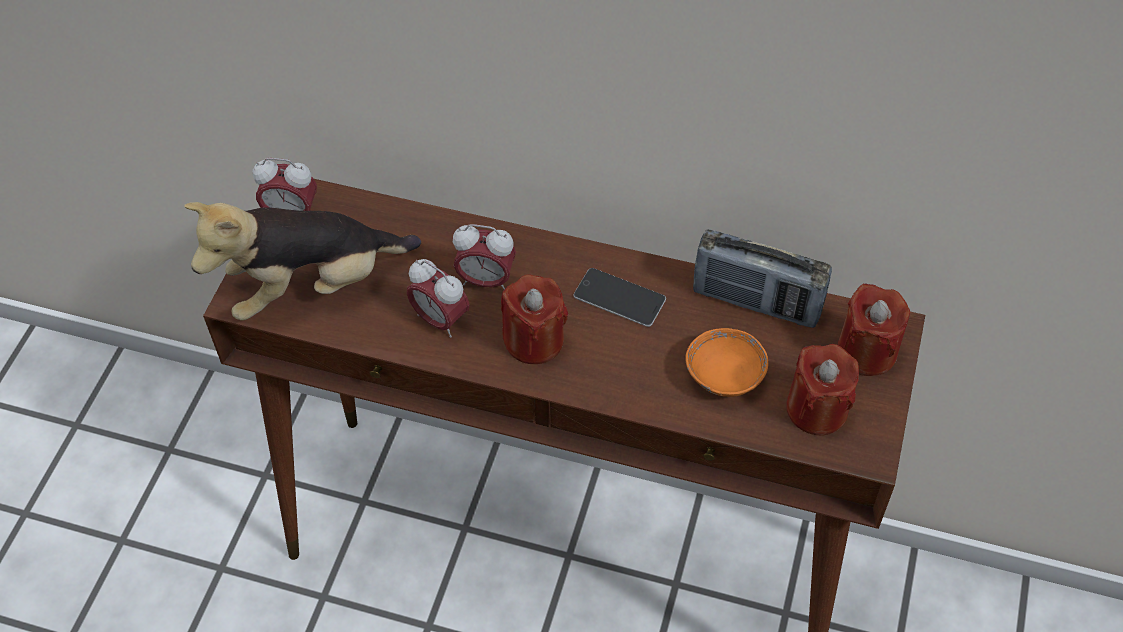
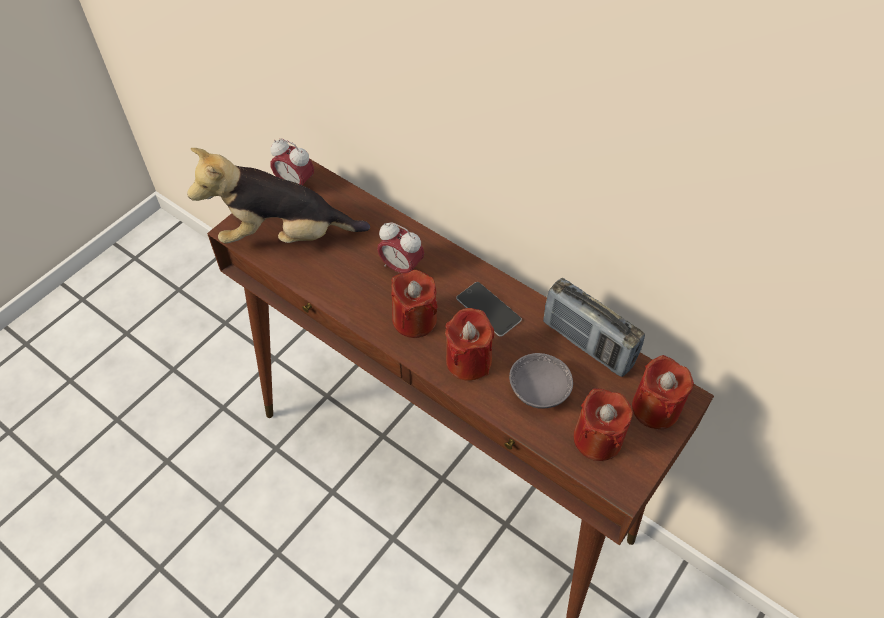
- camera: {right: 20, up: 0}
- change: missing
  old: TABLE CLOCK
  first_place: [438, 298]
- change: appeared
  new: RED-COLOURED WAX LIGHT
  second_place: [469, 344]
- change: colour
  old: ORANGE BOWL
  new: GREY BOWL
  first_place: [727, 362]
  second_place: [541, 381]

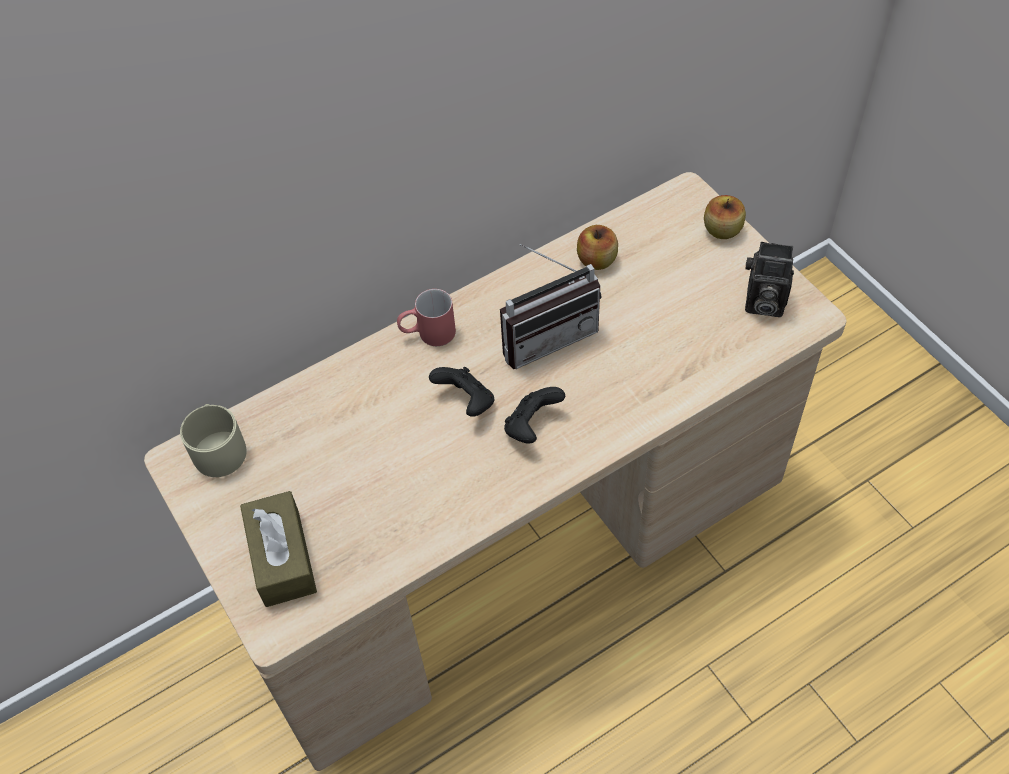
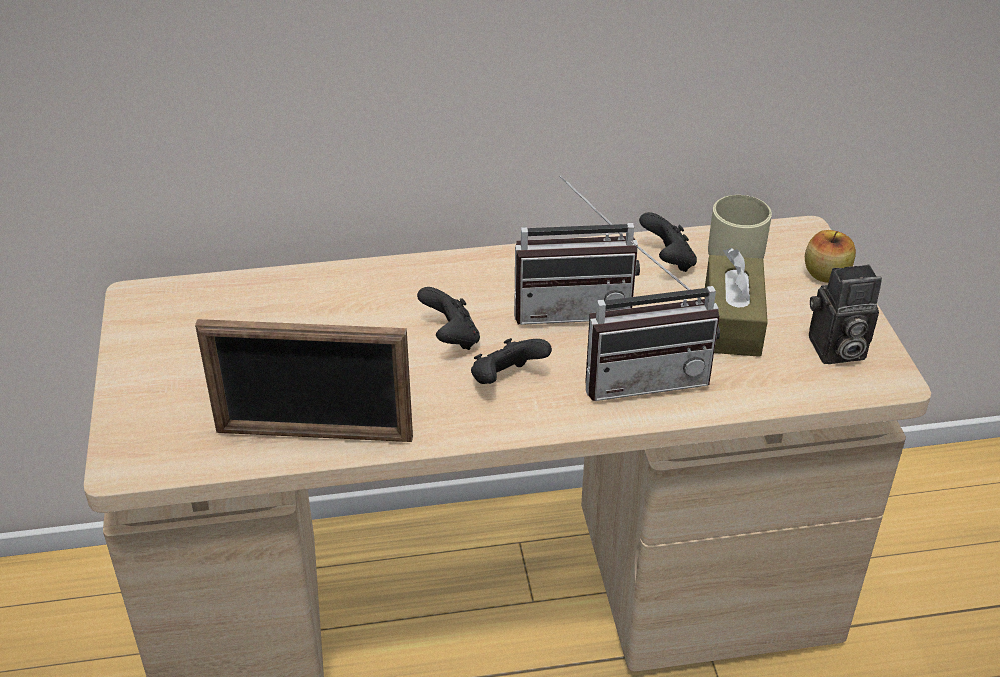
- camera: {right: 20, up: -15}
- change: missing
  old: RED-COLOURED MUG
  first_place: [426, 317]
- change: appeared
  new: PHOTO FRAME
  second_place: [304, 380]
- change: appeared
  new: RADIO RECEIVER
  second_place: [652, 321]
- change: relocated
  old: SAND-COLOURED MUG
  first_place: [213, 440]
  second_place: [740, 227]
- change: relocated
  old: BROWNISH BOX OF TISSUES
  first_place: [278, 549]
  second_place: [736, 302]
- change: exchanged
  old: APPLE FRUIT
  new: BLACK GAMEPAD
  first_place: [597, 247]
  second_place: [668, 242]
- change: spun
  old: STILL CAMERA
  first_place: [769, 279]
  second_place: [845, 314]
  degrees: -45

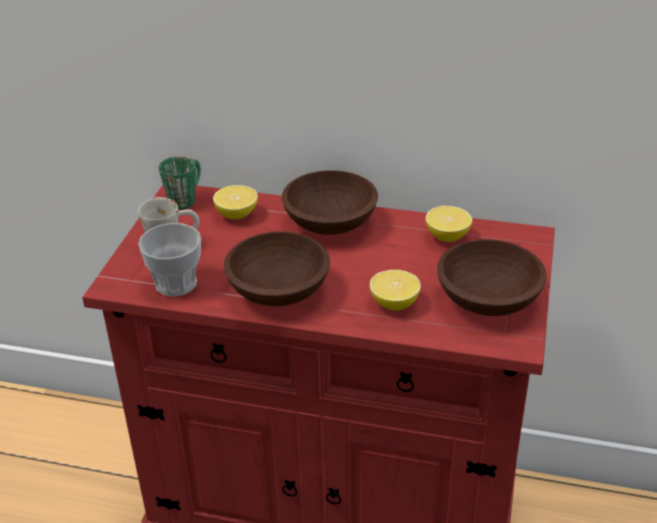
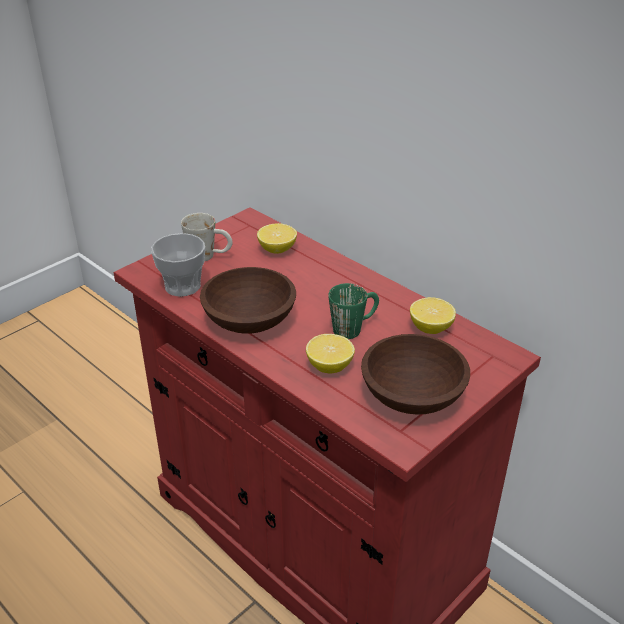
- camera: {right: 30, up: 0}
- change: missing
  old: BROWNISH BOWL
  first_place: [330, 202]
- change: relocated
  old: GREENISH MUG
  first_place: [180, 182]
  second_place: [353, 311]

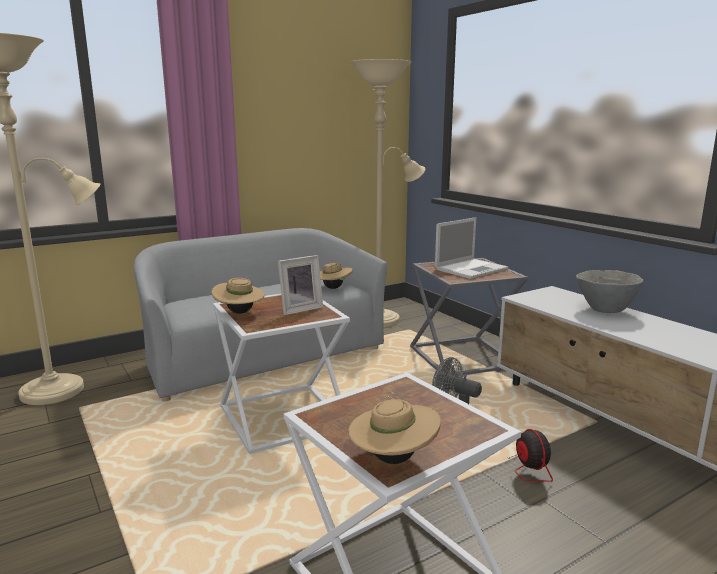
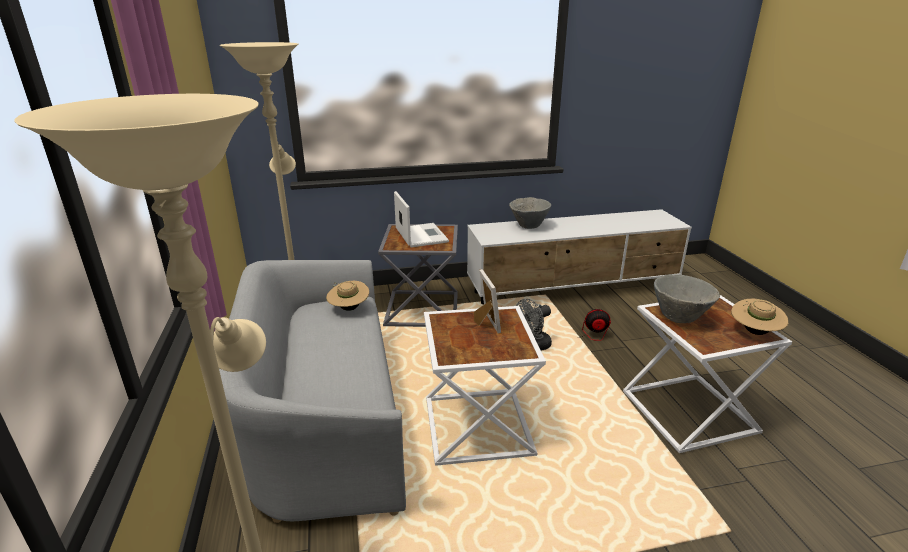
- camera: {right: -70, up: 10}
- change: missing
  old: SAND-COLOURED CLOTHING HAT
  first_place: [238, 296]
- change: appeared
  new: GREY BOWL
  second_place: [687, 298]

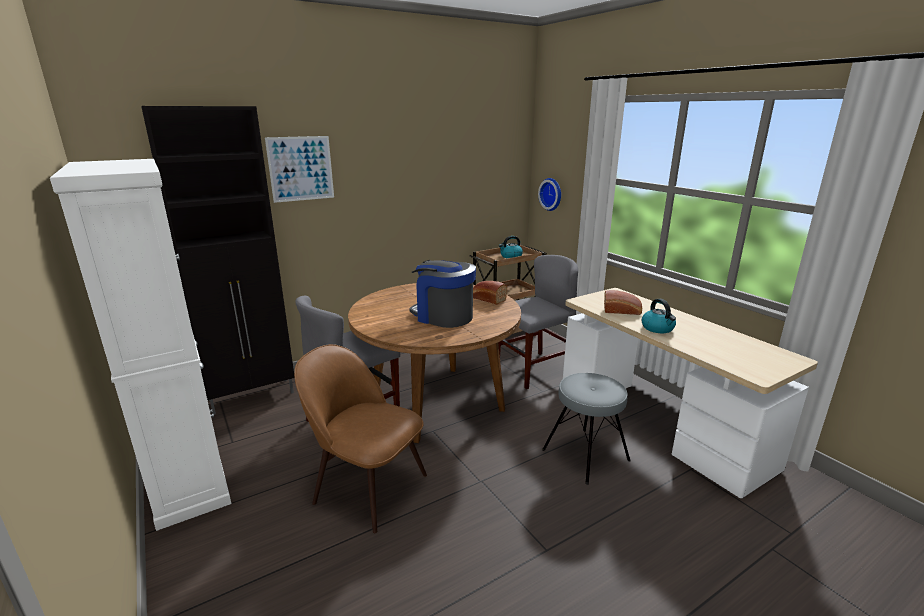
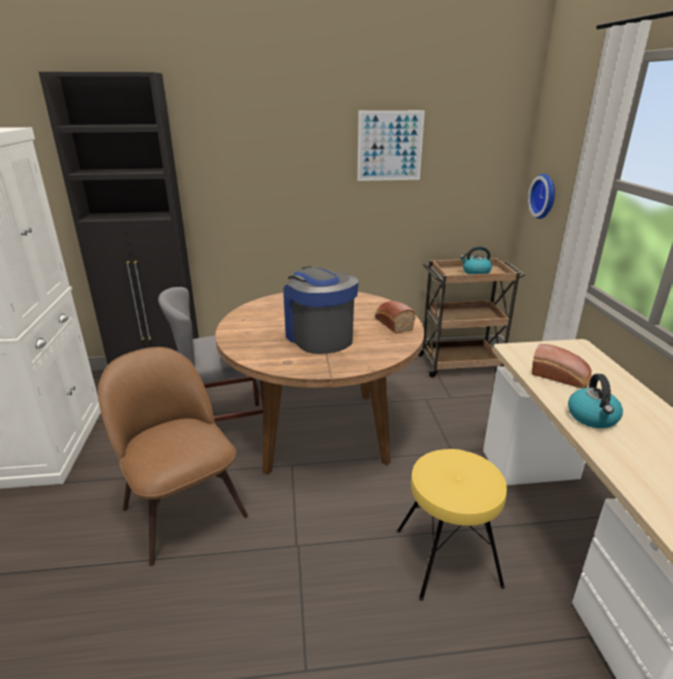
- camera: {right: 25, up: 5}
- change: missing
  old: GREY UPRIGHT CHAIR
  first_place: [538, 322]
- change: relocated
  old: PICTURE
  first_place: [299, 169]
  second_place: [391, 145]
- change: colour
  old: GREY SITTING STOOL
  new: YELLOW-COLOURED SITTING STOOL
  first_place: [586, 429]
  second_place: [452, 525]

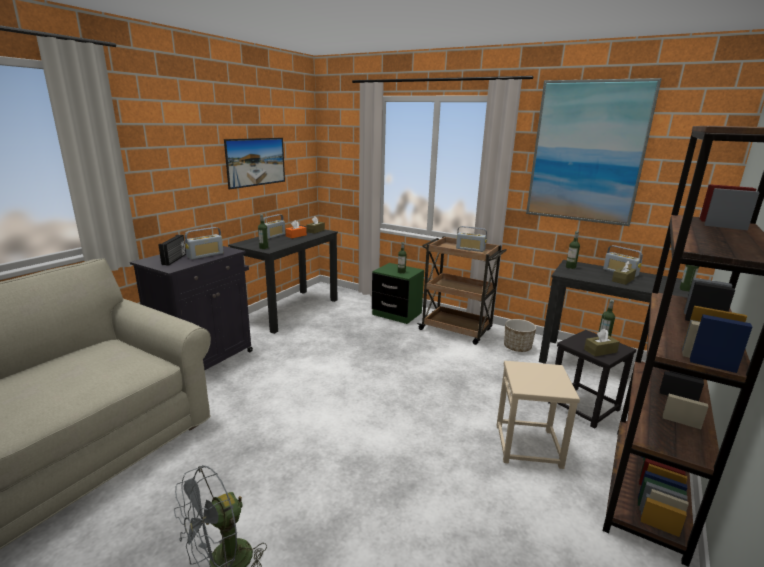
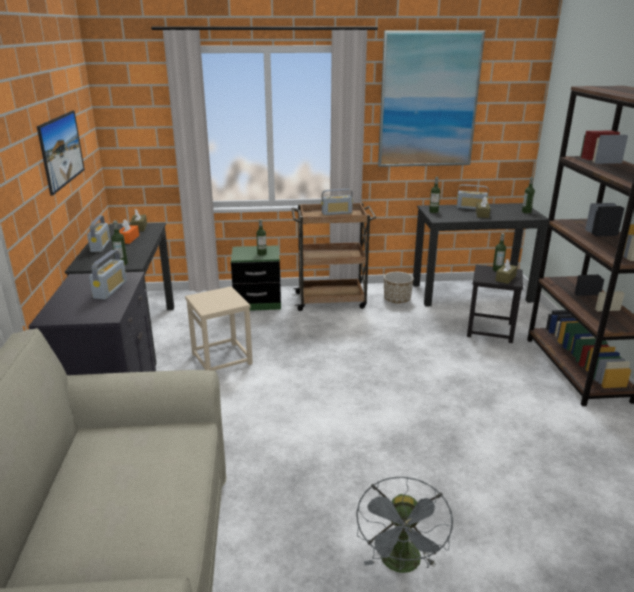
- camera: {right: -35, up: 5}
- change: missing
  old: RADIO RECEIVER
  first_place: [172, 250]
- change: relocated
  old: SAND-COLOURED SITTING STOOL
  first_place: [538, 415]
  second_place: [219, 328]

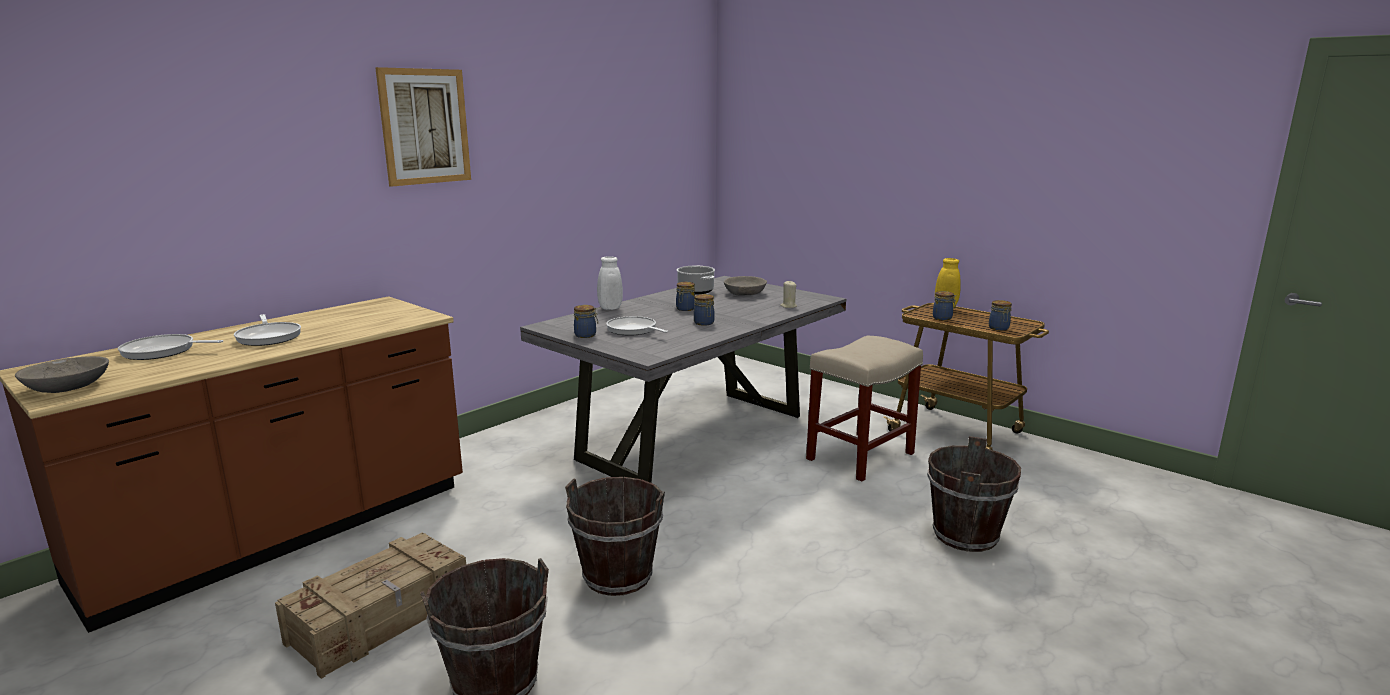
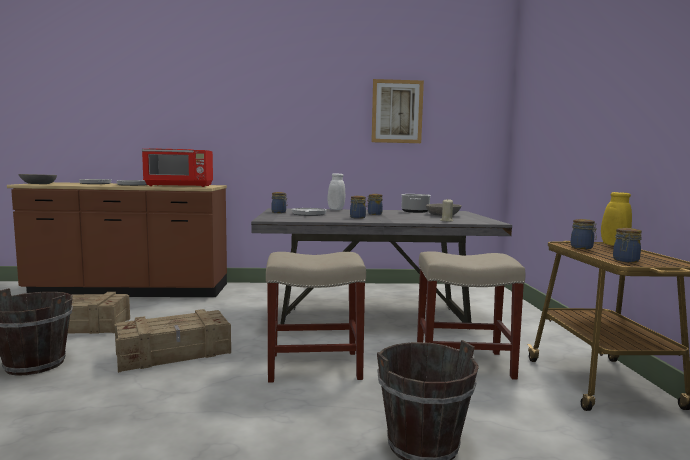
- camera: {right: 45, up: -10}
- change: appeared
  new: RED-COLOURED MICROWAVE OVEN
  second_place: [177, 167]
- change: appeared
  new: SAND-COLOURED SITTING STOOL
  second_place: [316, 317]
- change: relocated
  old: PICTURE
  first_place: [423, 127]
  second_place: [397, 111]
- change: exchanged
  old: BROWNISH PAIL
  new: SHIPPING CRATE
  first_place: [615, 536]
  second_place: [173, 341]

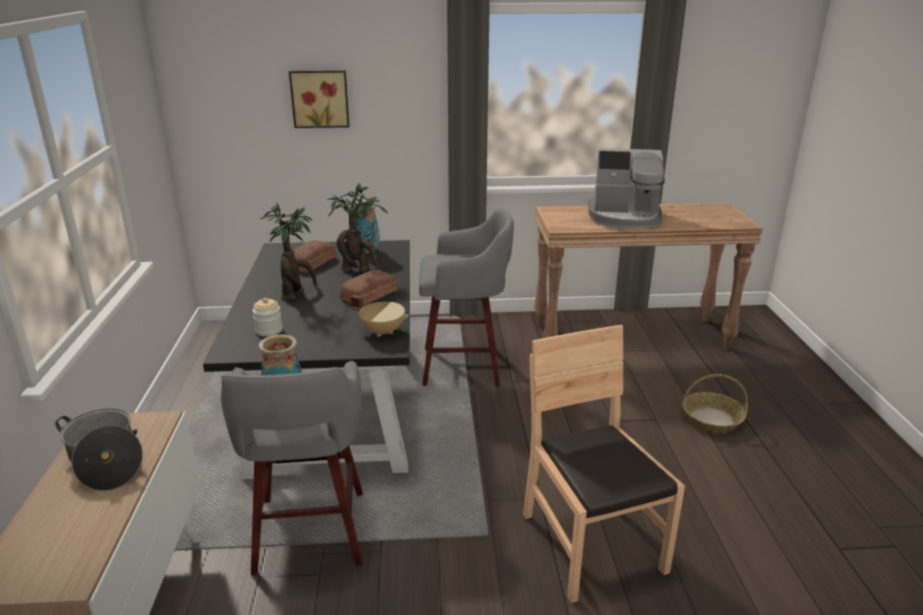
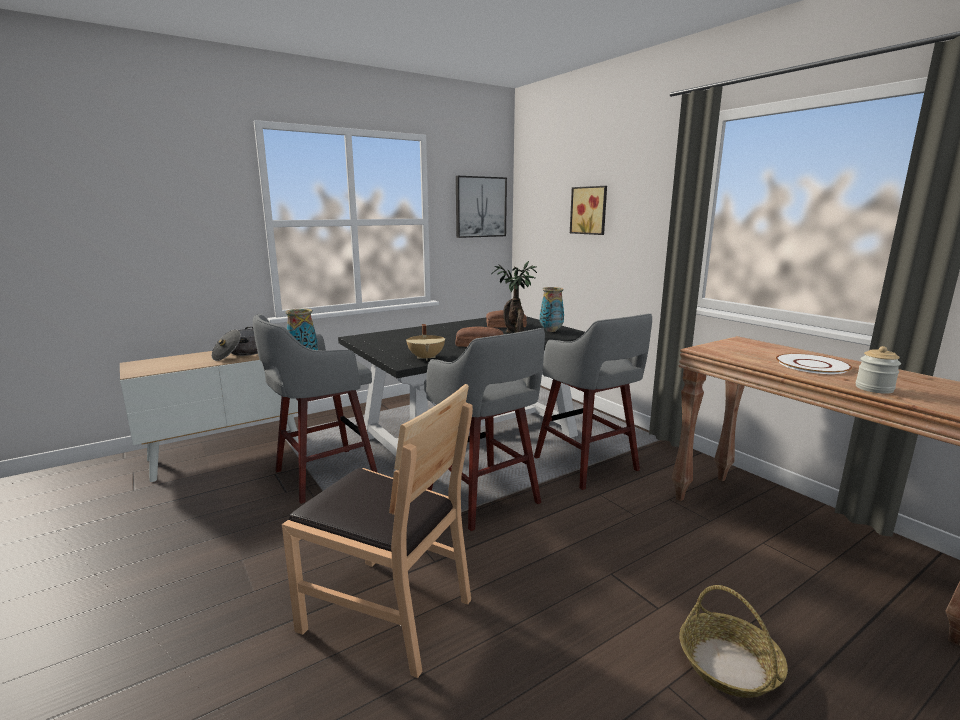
- camera: {right: 60, up: -10}
- change: missing
  old: POTTED PLANT
  first_place: [289, 251]
- change: appeared
  new: GREY SITTING STOOL
  second_place: [484, 429]
- change: appeared
  new: PICTURE
  second_place: [481, 207]
- change: relocated
  old: JAR
  first_place: [267, 317]
  second_place: [878, 370]
- change: exchanged
  old: COFFEE MAKER
  new: WHITE DINNER PLATE
  first_place: [626, 188]
  second_place: [814, 363]
- change: spun
  old: BROWNISH UPRIGHT CHAIR
  first_place: [604, 464]
  second_place: [377, 531]
  degrees: 75

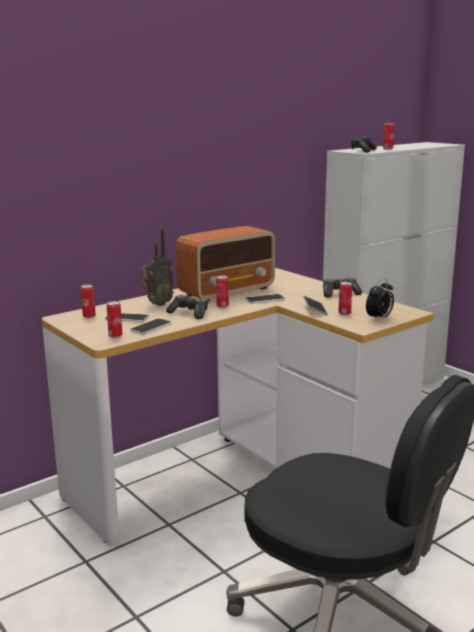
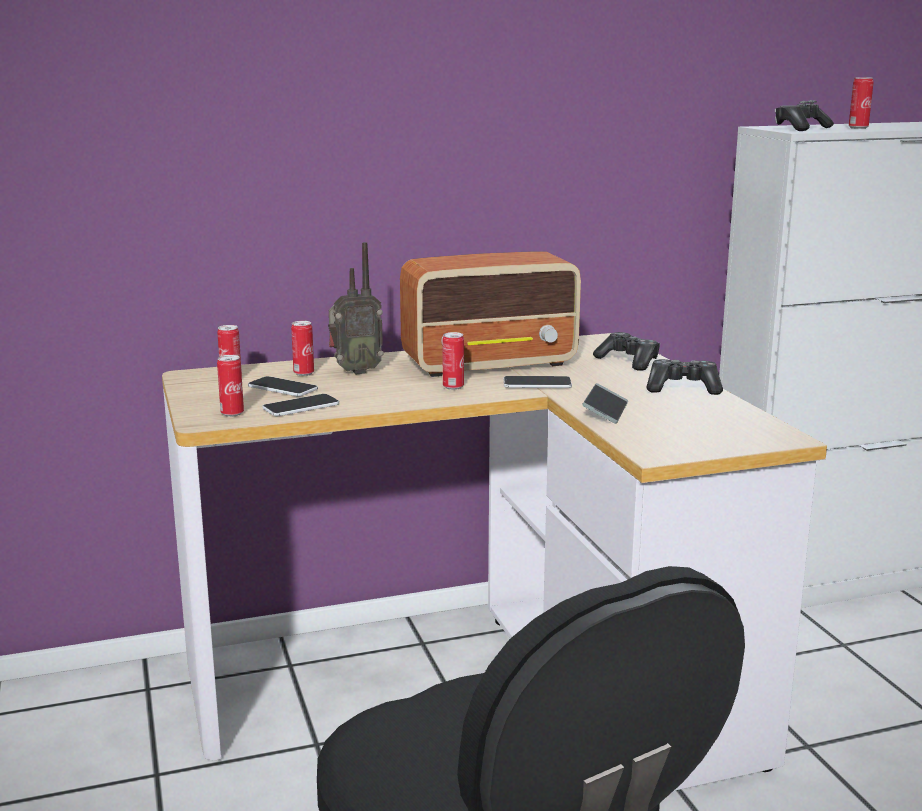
- camera: {right: 20, up: 0}
- change: missing
  old: TABLE CLOCK
  first_place: [380, 299]
- change: relocated
  old: GAMEPAD
  first_place: [187, 307]
  second_place: [626, 351]
- change: relocated
  old: SEALED CAN
  first_place: [345, 299]
  second_place: [302, 348]

